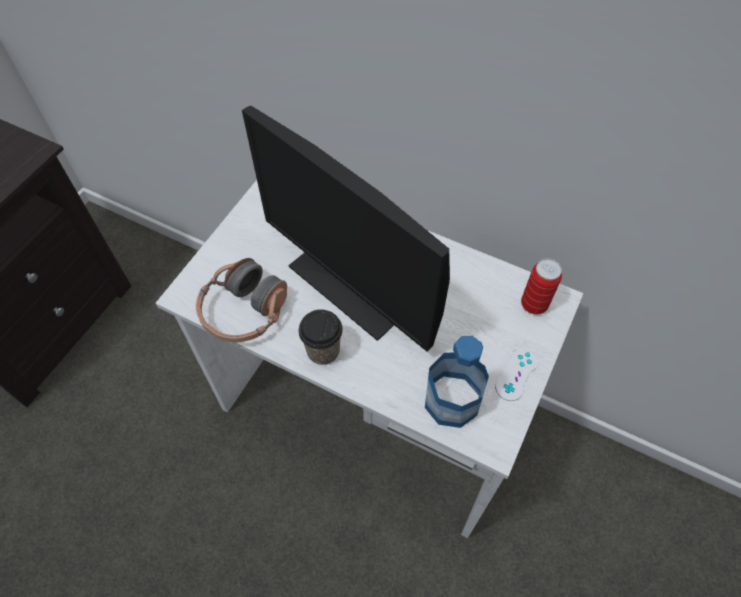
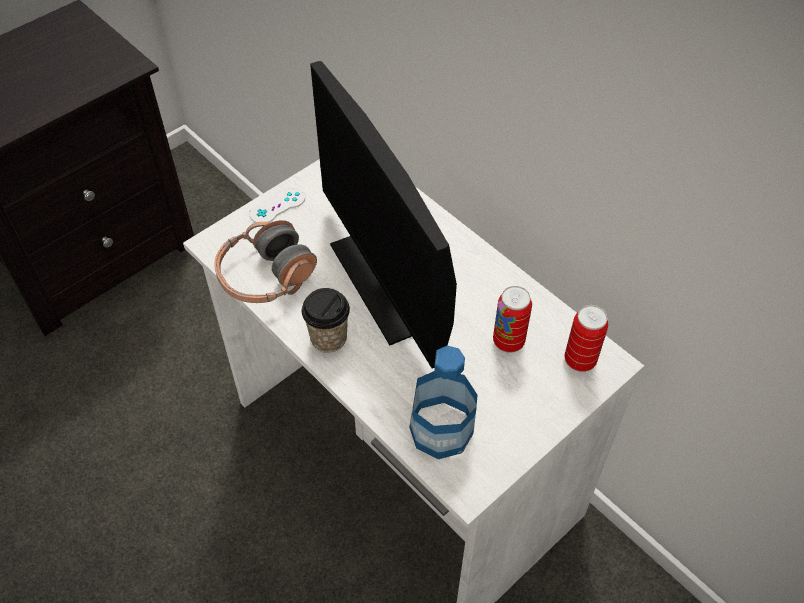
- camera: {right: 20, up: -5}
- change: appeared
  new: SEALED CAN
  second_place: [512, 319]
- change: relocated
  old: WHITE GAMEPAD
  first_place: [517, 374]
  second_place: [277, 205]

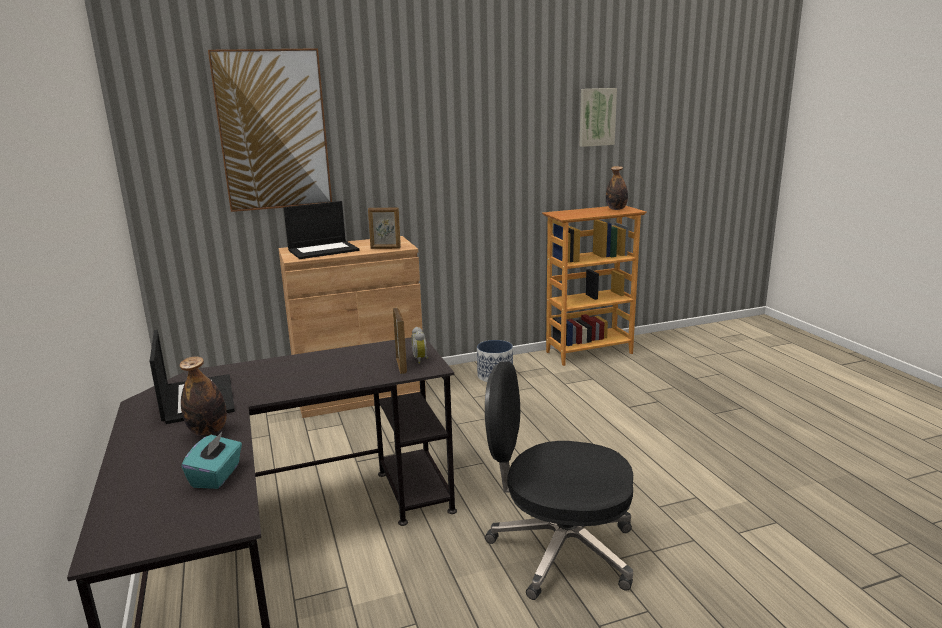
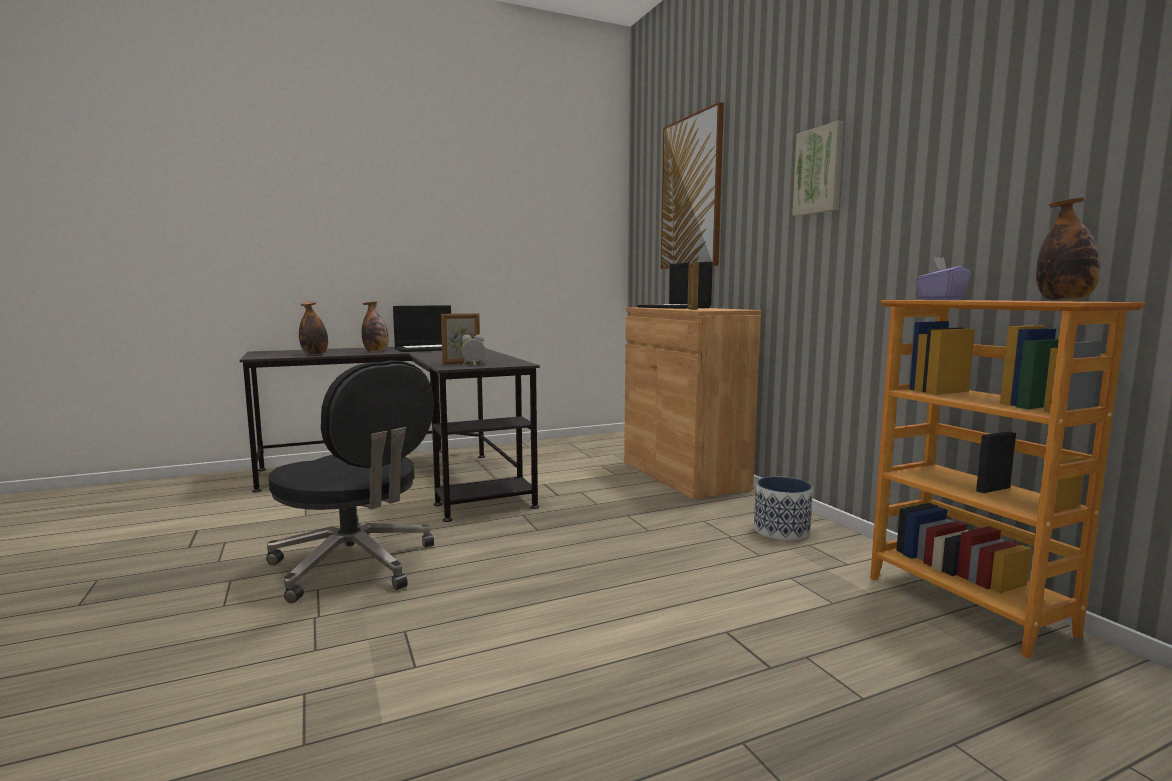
- camera: {right: 85, up: -10}
- change: appeared
  new: PURPLE-COLOURED BOX OF TISSUES
  second_place: [943, 278]
- change: relocated
  old: PICTURE
  first_place: [598, 117]
  second_place: [818, 168]
- change: exchanged
  old: BLUE-GREEN BOX OF TISSUES
  new: DRINK BOTTLE
  first_place: [211, 460]
  second_place: [313, 328]
- change: spun
  old: BLACK DESK CHAIR
  first_place: [559, 481]
  second_place: [350, 481]
  degrees: 120

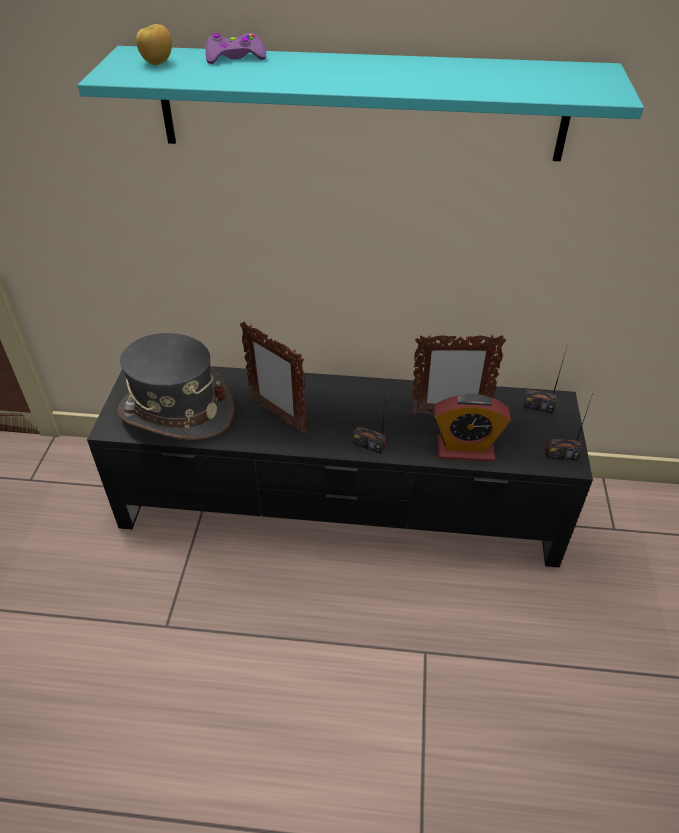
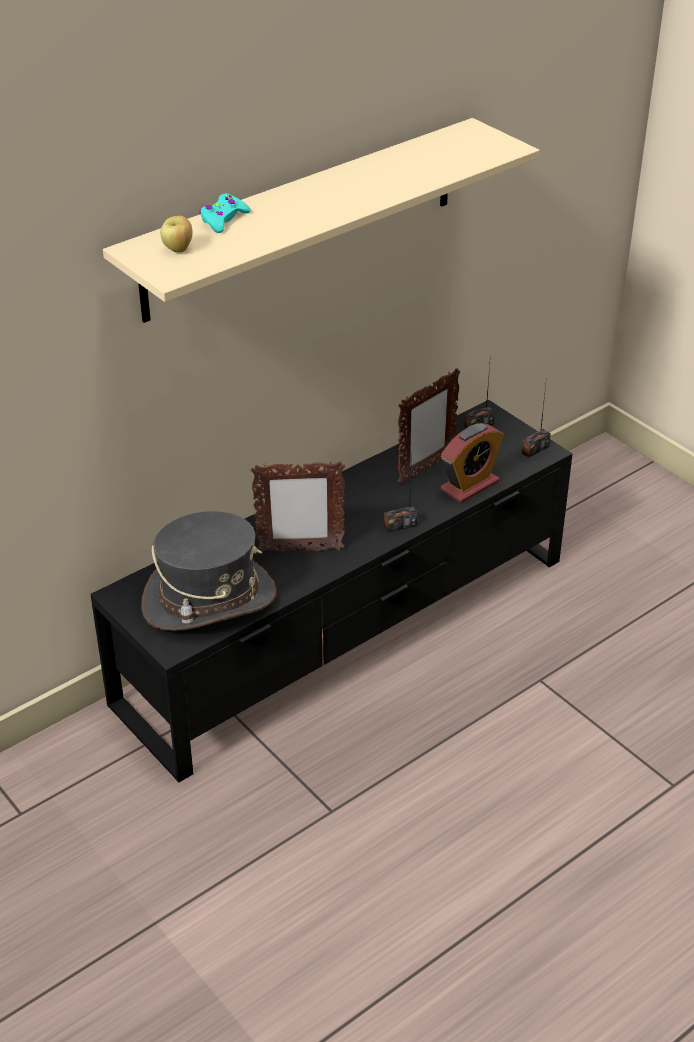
- camera: {right: -45, up: -5}
- change: colour
  old: BLUE-GREEN SHELF
  new: SAND-COLOURED SHELF
  first_place: [361, 103]
  second_place: [321, 220]
- change: colour
  old: PURPLE-COLOURED GAMEPAD
  new: BLUE-GREEN GAMEPAD
  first_place: [235, 48]
  second_place: [225, 213]

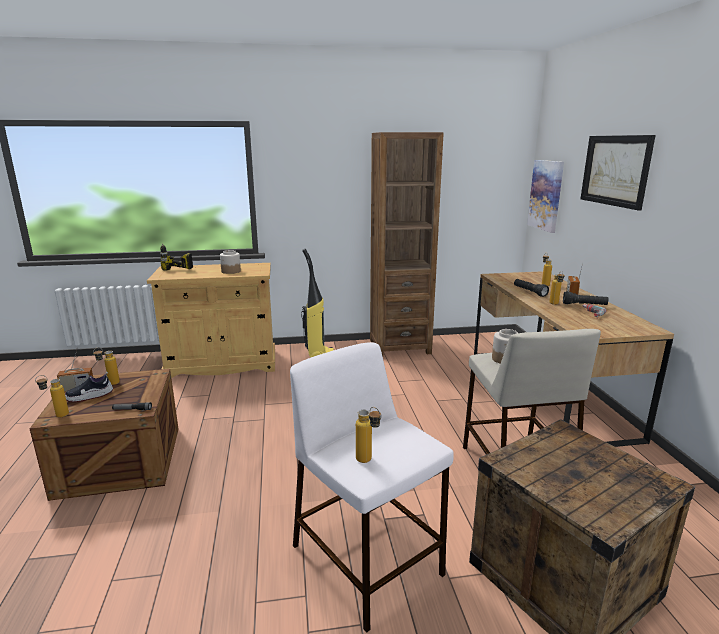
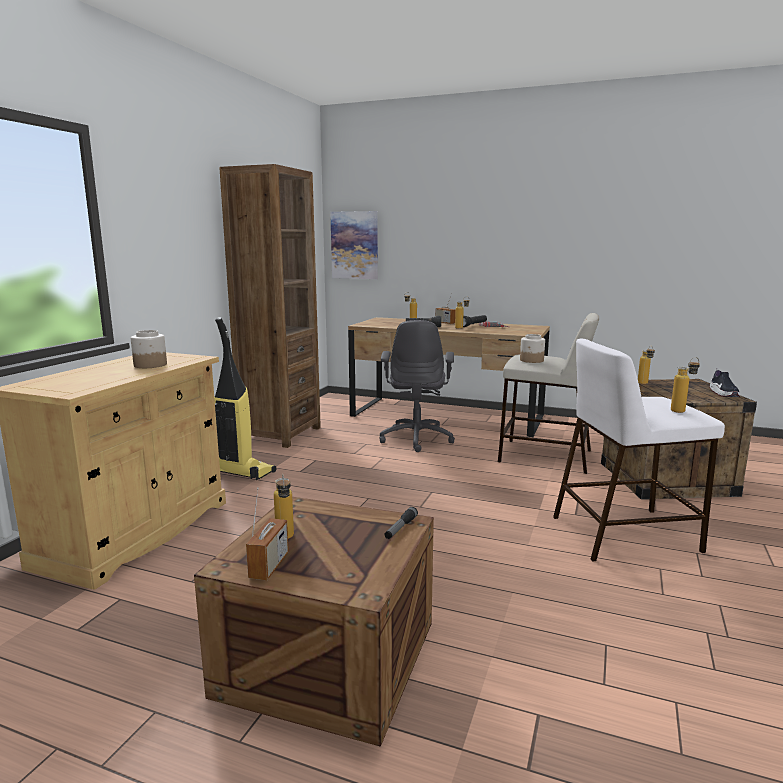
- camera: {right: -60, up: -5}
- change: missing
  old: POWER DRILL
  first_place: [176, 257]
- change: missing
  old: PICTURE
  first_place: [618, 172]
- change: appeared
  new: GREY DESK CHAIR
  second_place: [417, 386]
- change: relocated
  old: DRINK BOTTLE
  first_place: [52, 396]
  second_place: [646, 364]
- change: relocated
  old: ITEM OF FOOTWEAR
  first_place: [89, 387]
  second_place: [724, 382]

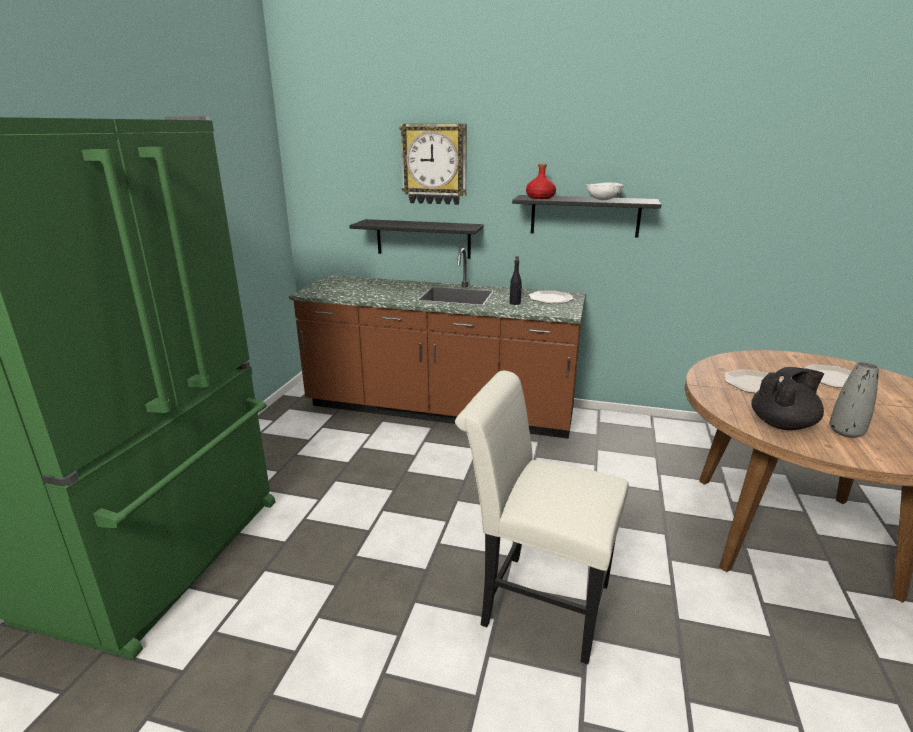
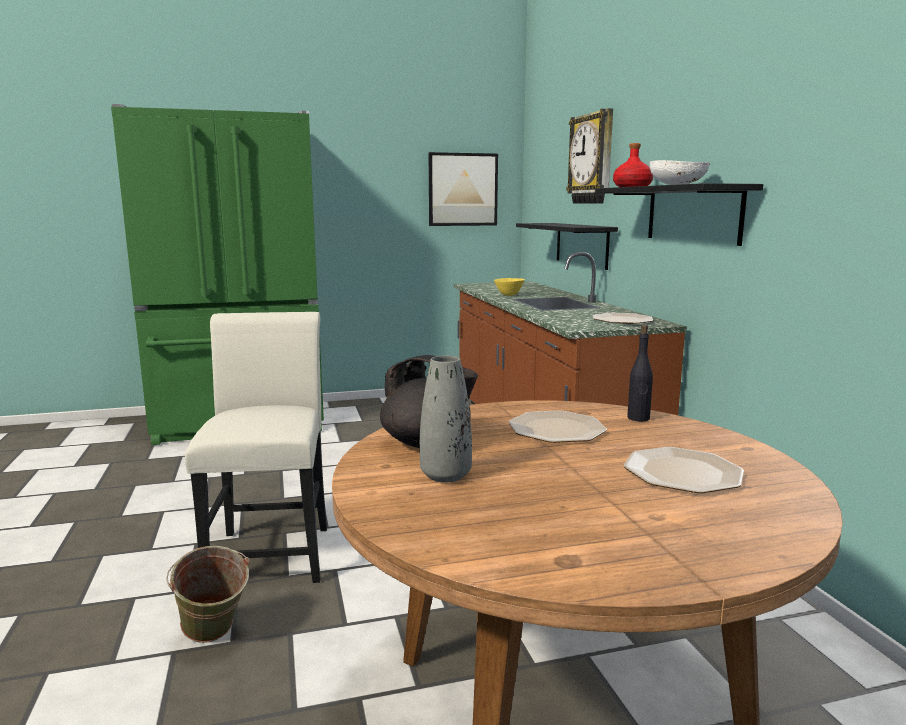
- camera: {right: 60, up: -10}
- change: appeared
  new: GREENISH PAIL
  second_place: [208, 594]
- change: appeared
  new: PICTURE
  second_place: [463, 189]
- change: appeared
  new: YELLOW-COLOURED BOWL
  second_place: [509, 287]
- change: relocated
  old: BLACK DRINK BOTTLE
  first_place: [516, 280]
  second_place: [640, 373]

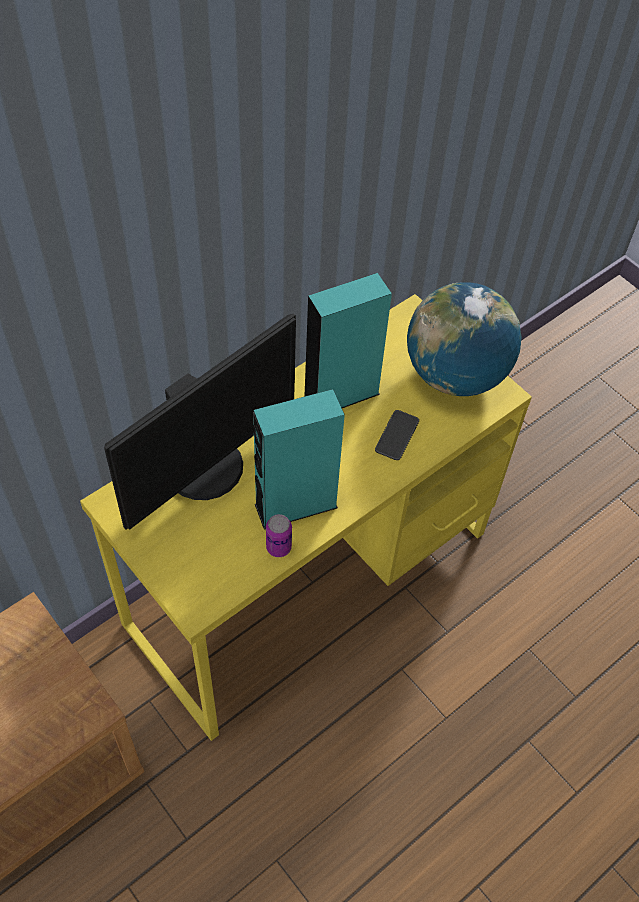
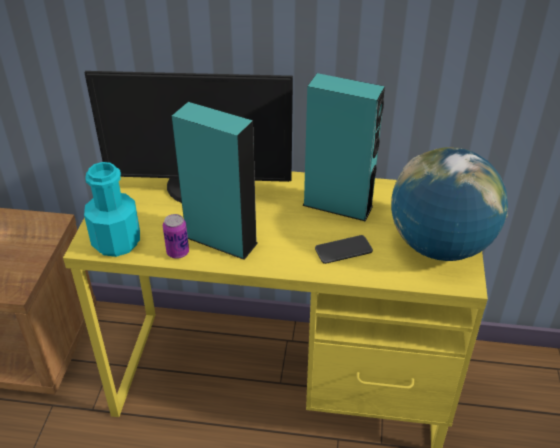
- camera: {right: 50, up: -15}
- change: appeared
  new: BLUE-GREEN DRINK BOTTLE
  second_place: [112, 209]

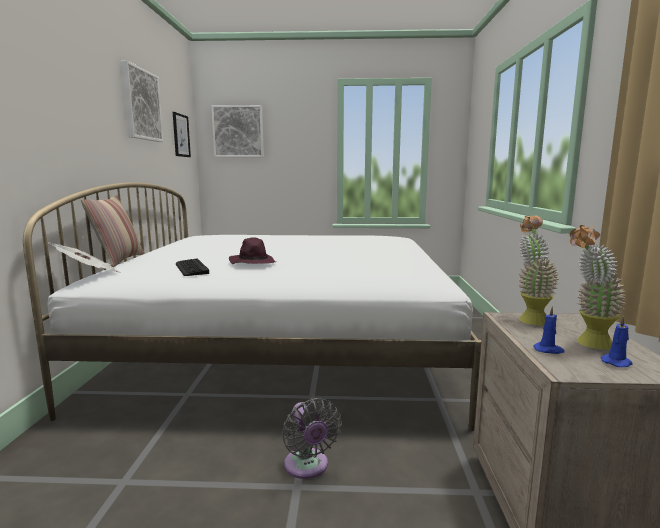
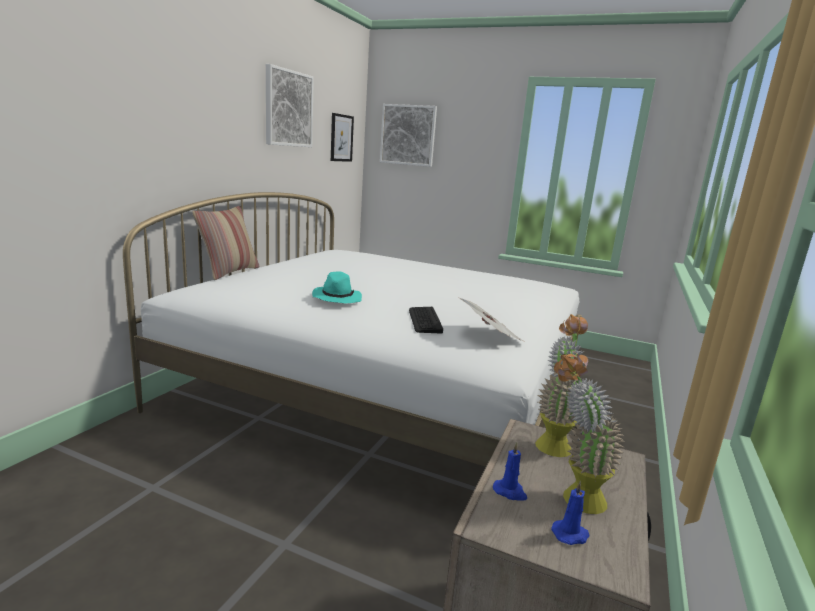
- camera: {right: 20, up: 5}
- change: missing
  old: GREY COOLING FAN
  first_place: [312, 438]
- change: relocated
  old: DAILY PAPER
  first_place: [83, 257]
  second_place: [490, 319]
- change: relocated
  old: COMPUTER KEYBOARD
  first_place: [192, 267]
  second_place: [426, 320]
- change: colour
  old: PURPLE-COLOURED CLOTHING HAT
  new: BLUE-GREEN CLOTHING HAT
  first_place: [252, 250]
  second_place: [337, 287]

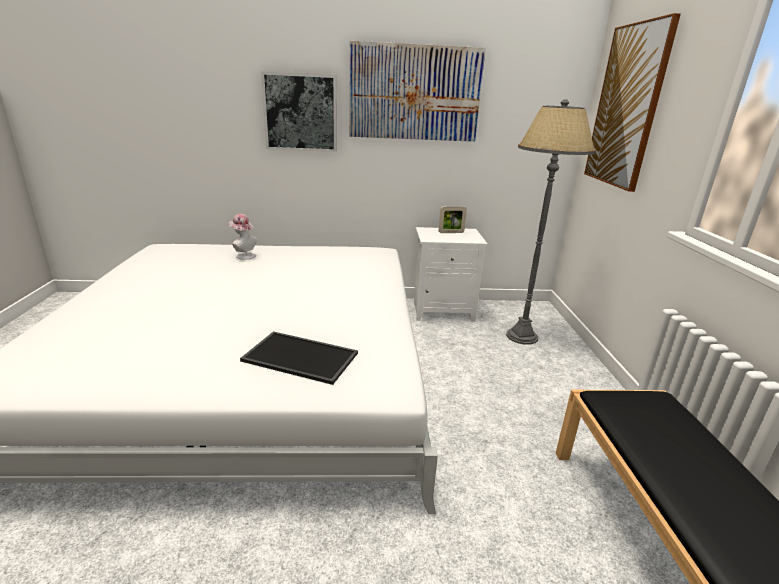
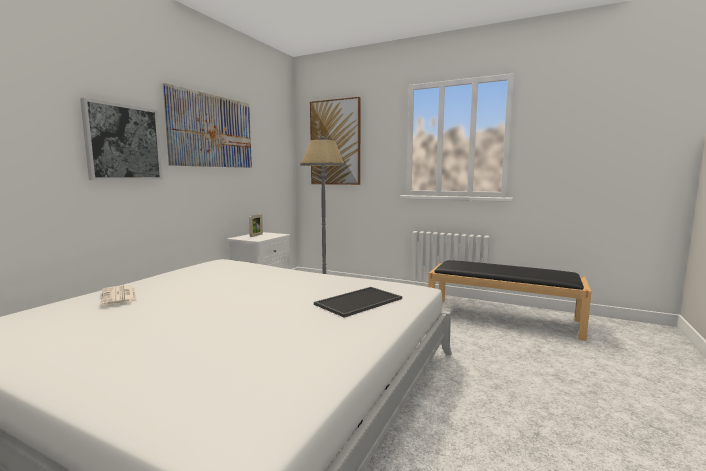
- camera: {right: -60, up: -15}
- change: exchanged
  old: CLOTHING HAT
  new: DAILY PAPER
  first_place: [243, 237]
  second_place: [118, 295]

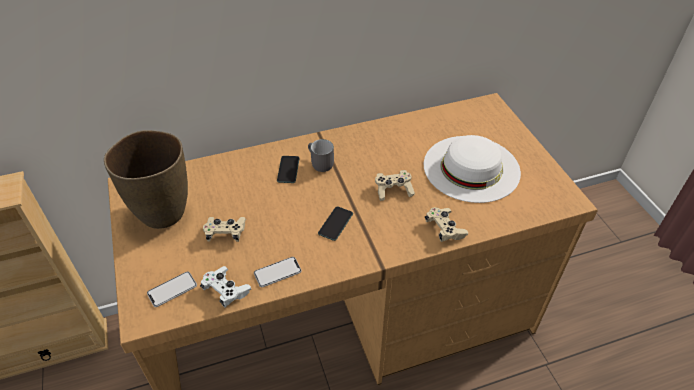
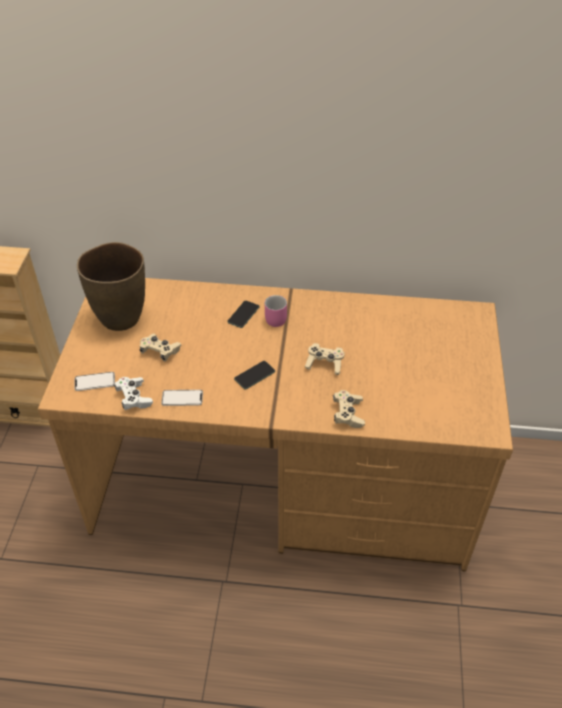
- camera: {right: 25, up: 0}
- change: missing
  old: WHITE CLOTHING HAT
  first_place: [472, 169]
- change: colour
  old: GREY MUG
  new: PINK MUG
  first_place: [321, 155]
  second_place: [276, 311]

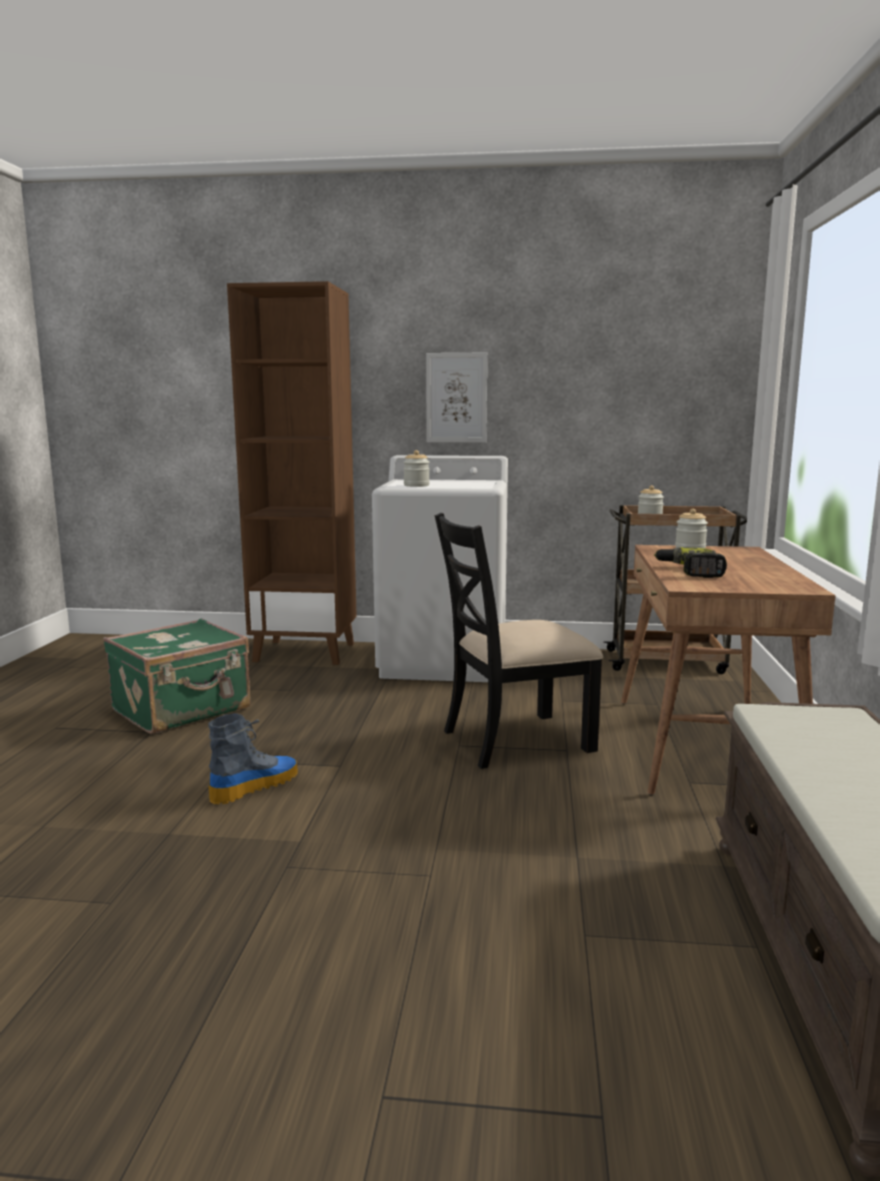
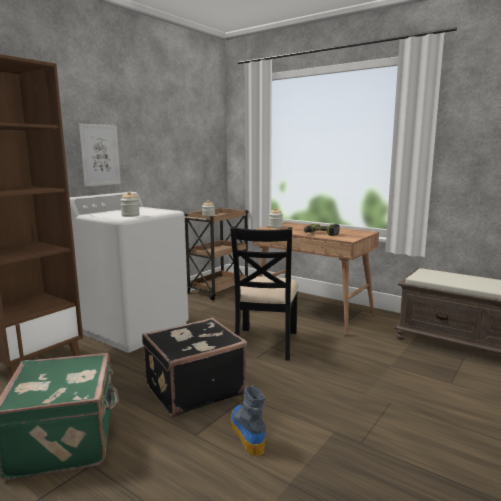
- camera: {right: -60, up: 0}
- change: appeared
  new: BLACK SUITCASE
  second_place: [194, 367]

